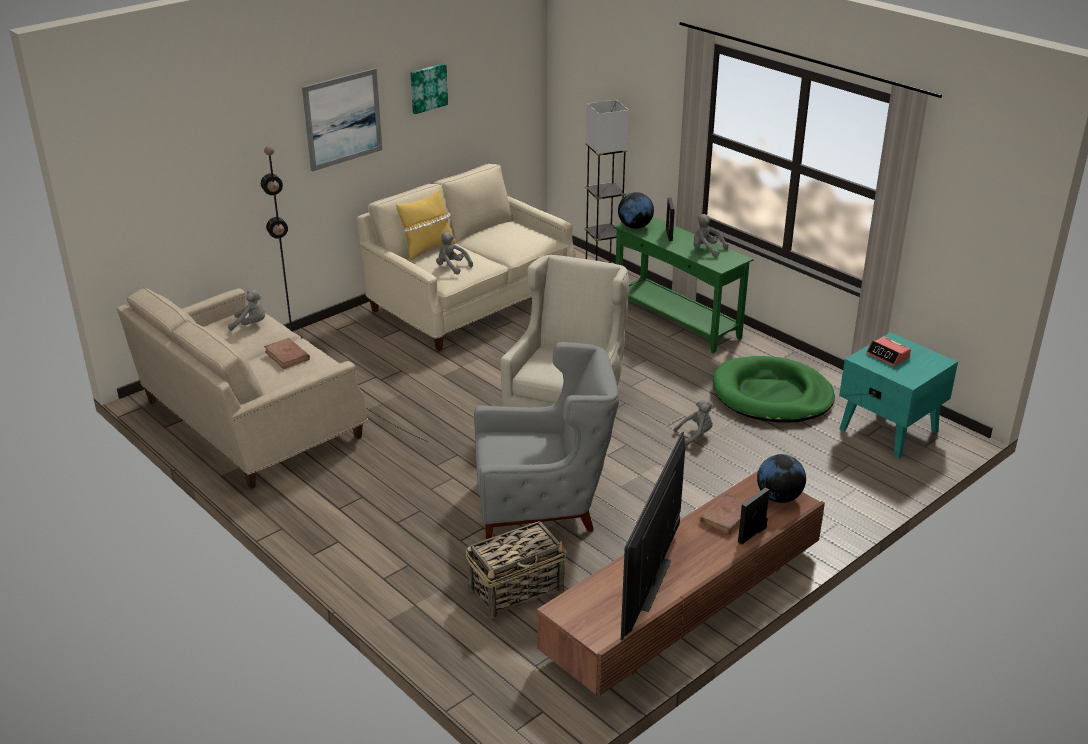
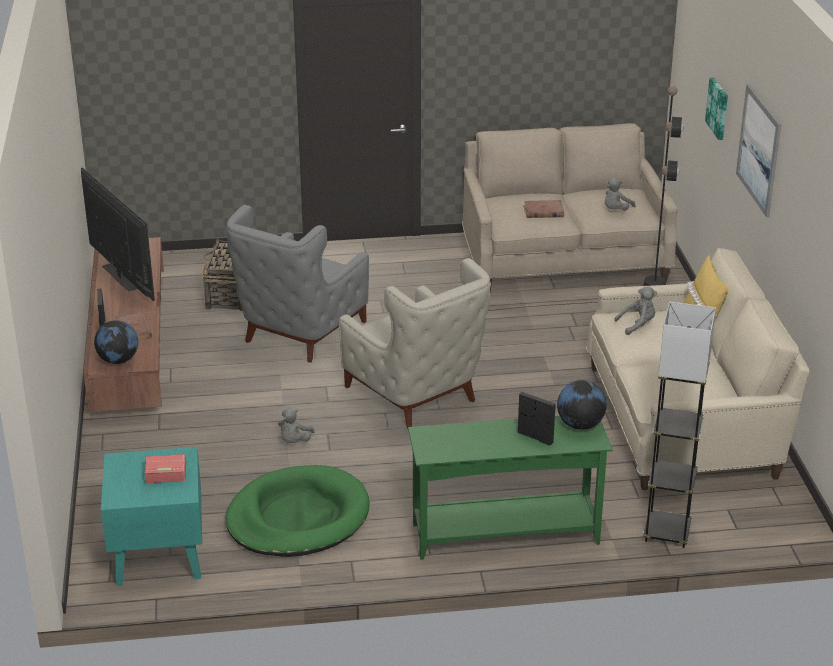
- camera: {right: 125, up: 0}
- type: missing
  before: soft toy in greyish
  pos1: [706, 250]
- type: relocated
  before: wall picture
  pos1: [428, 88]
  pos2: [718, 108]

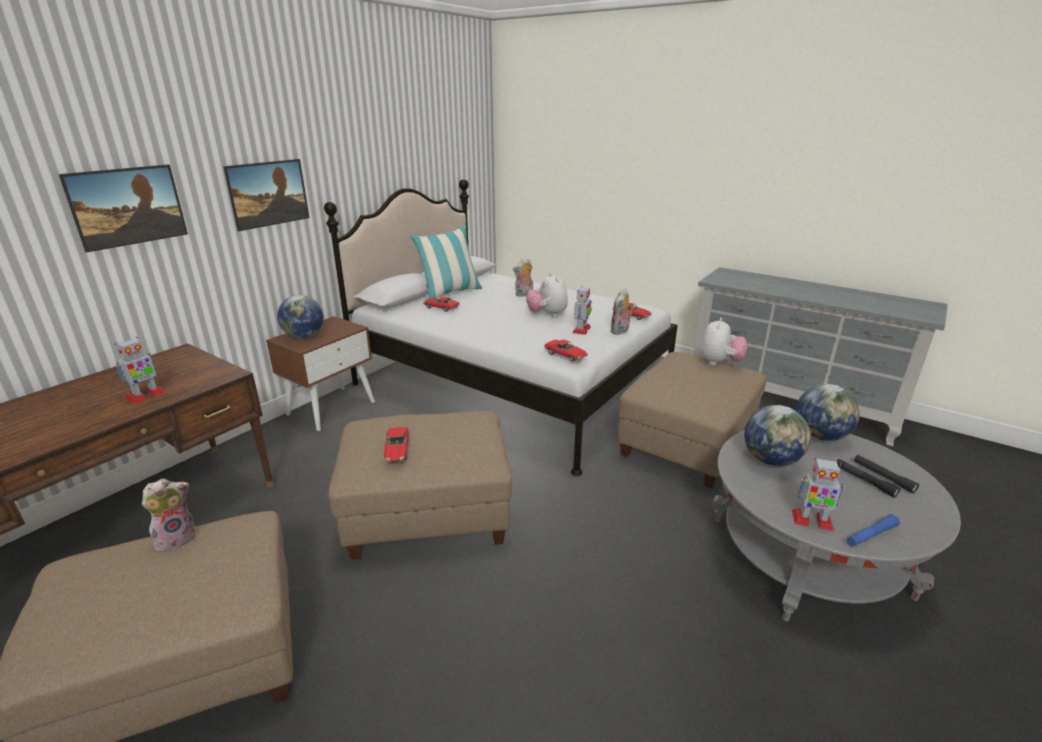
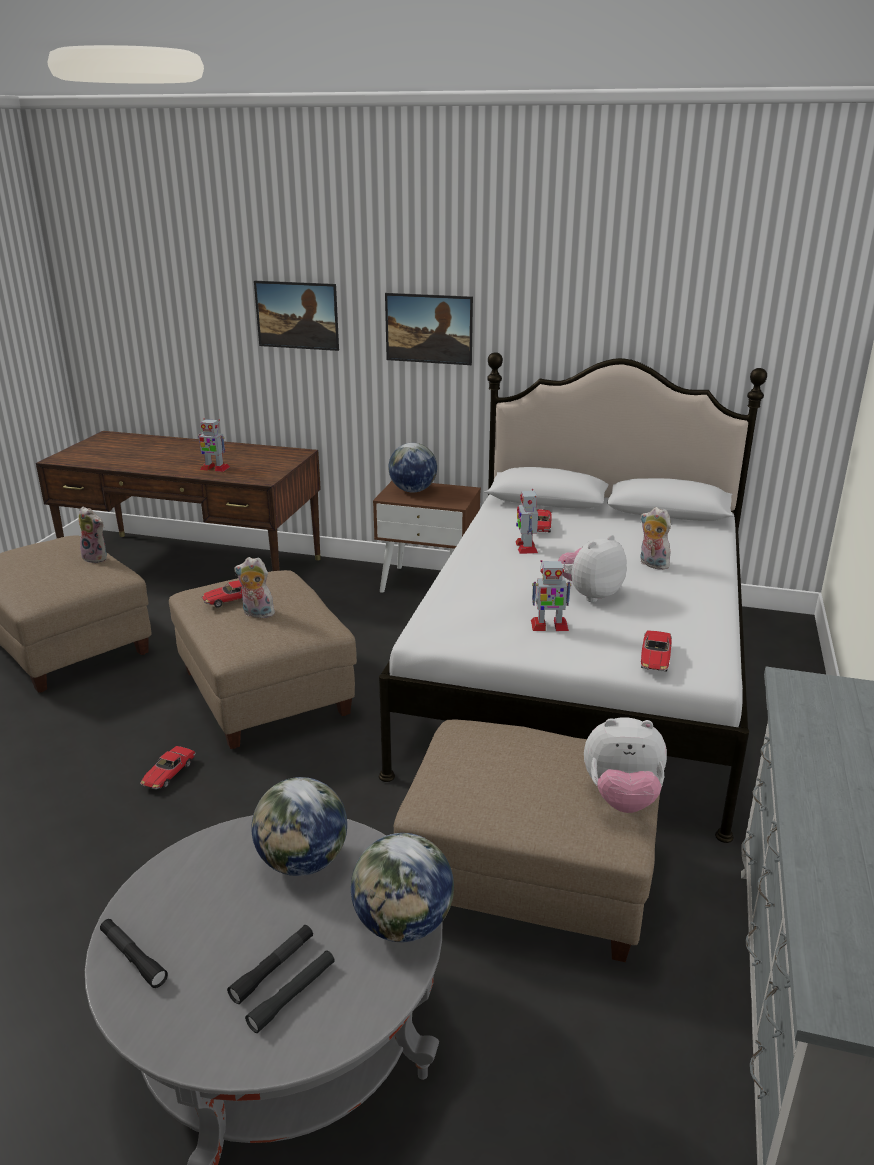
- camera: {right: 70, up: 0}
- type: missing
  before: cushion
  pos1: [450, 293]
- type: relocated
  before: model car
  pos1: [566, 355]
  pos2: [168, 774]
- type: relocated
  before: soft toy
  pos1: [620, 331]
  pos2: [257, 614]
- type: relocated
  before: model robot
  pos1: [811, 520]
  pos2: [526, 547]
- type: colour
  before: hand torch in bluish
  after: hand torch in black
  pos1: [871, 535]
  pos2: [133, 957]

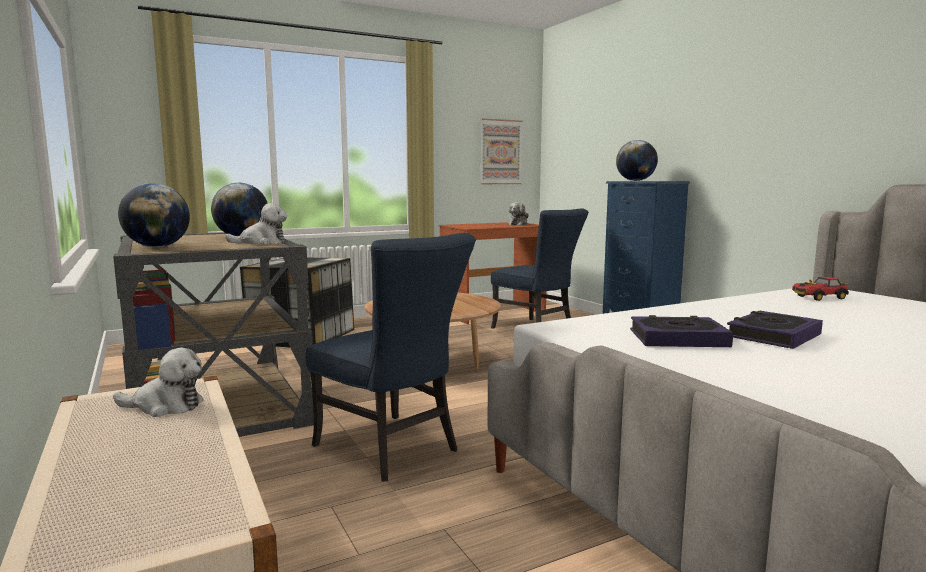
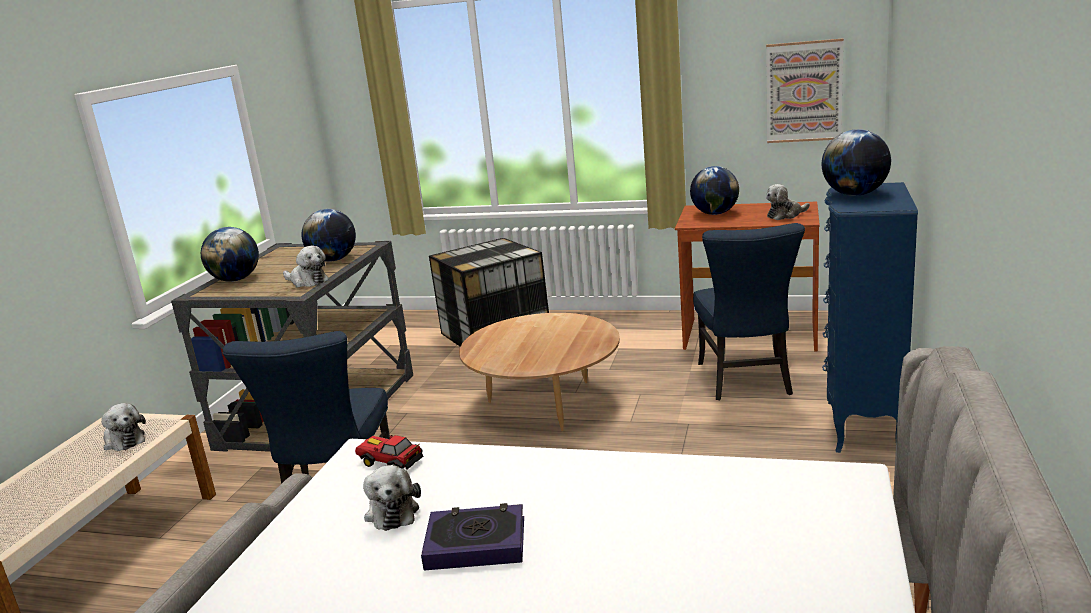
- camera: {right: 45, up: 10}
- type: appeared
  after: globe
  pos2: [715, 213]
- type: relocated
  before: model car
  pos1: [818, 298]
  pos2: [390, 461]
- type: exchanged
  before: book
  after: soft toy
  pos1: [678, 339]
  pos2: [392, 511]

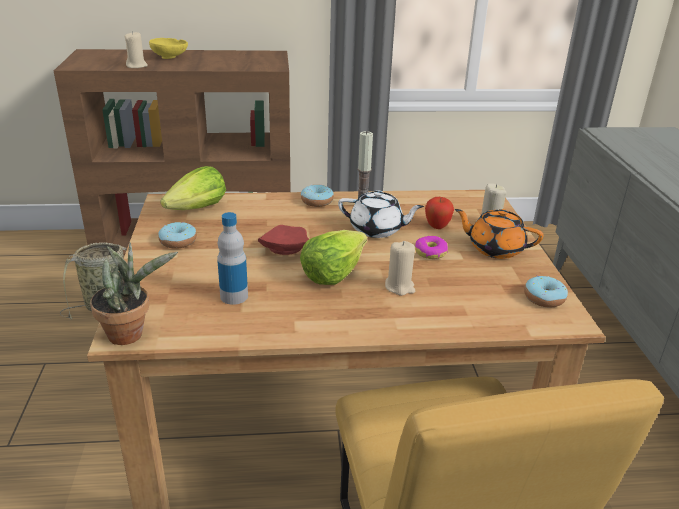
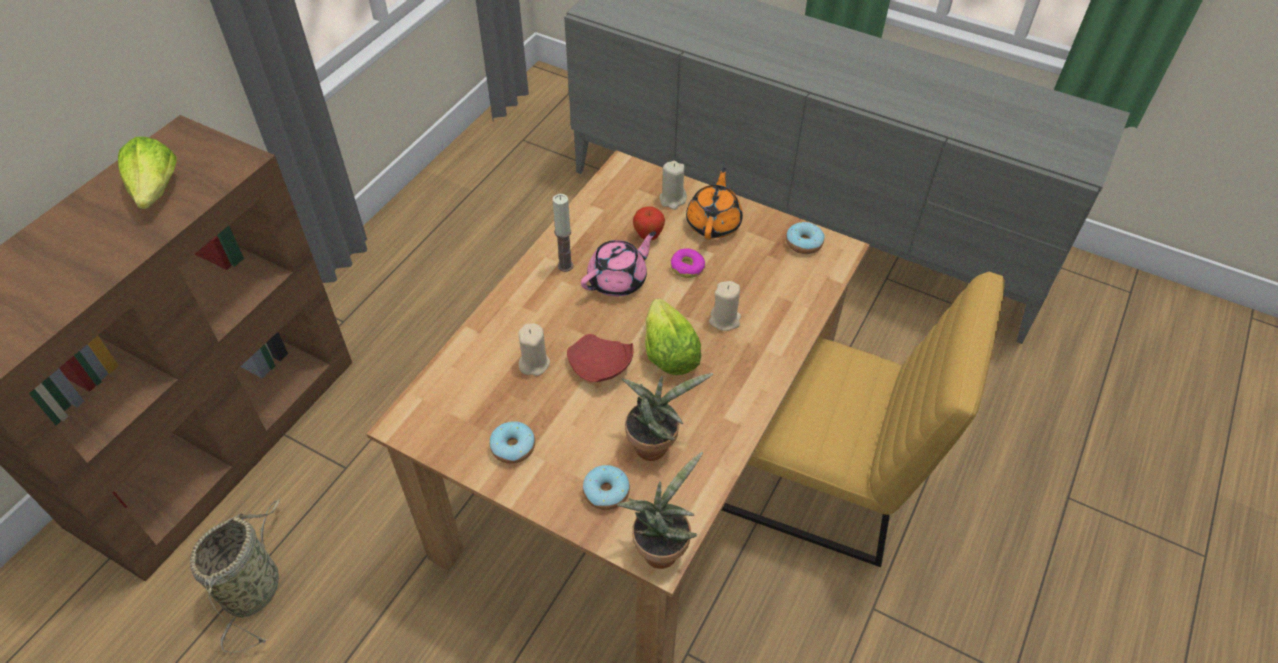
- camera: {right: -55, up: 20}
- type: missing
  before: deep dish in yellow
  pos1: [170, 58]
- type: relocated
  before: wax candle in beige-coloured
  pos1: [137, 66]
  pos2: [534, 363]
- type: relocated
  before: head of lettuce
  pos1: [198, 209]
  pos2: [156, 190]
- type: relocated
  before: doughnut
  pos1: [317, 201]
  pos2: [606, 492]
- type: exchanged
  before: beverage bottle
  after: plant in a pot
  pos1: [234, 296]
  pos2: [654, 444]
- type: colour
  before: tea pot in white
  after: tea pot in pink
  pos1: [377, 229]
  pos2: [618, 280]
- type: spun
  before: tea pot in orangey
  pos1: [494, 248]
  pos2: [714, 223]
  turn: 135

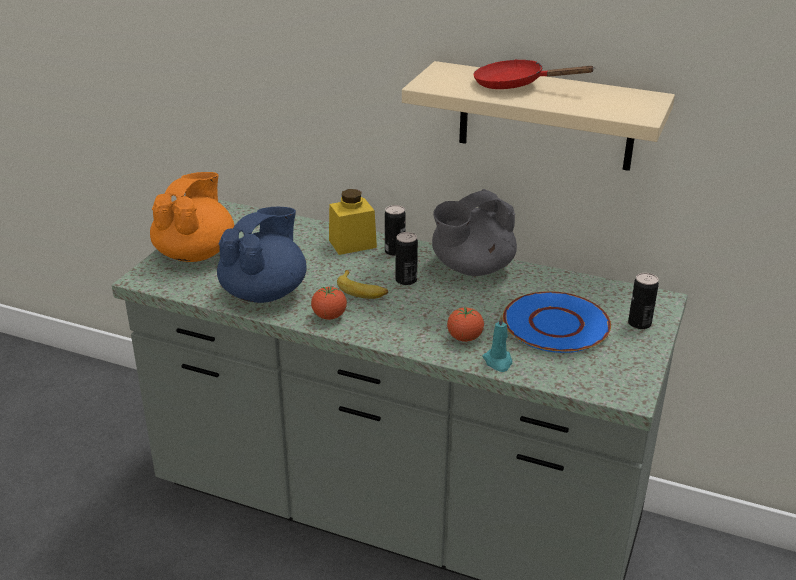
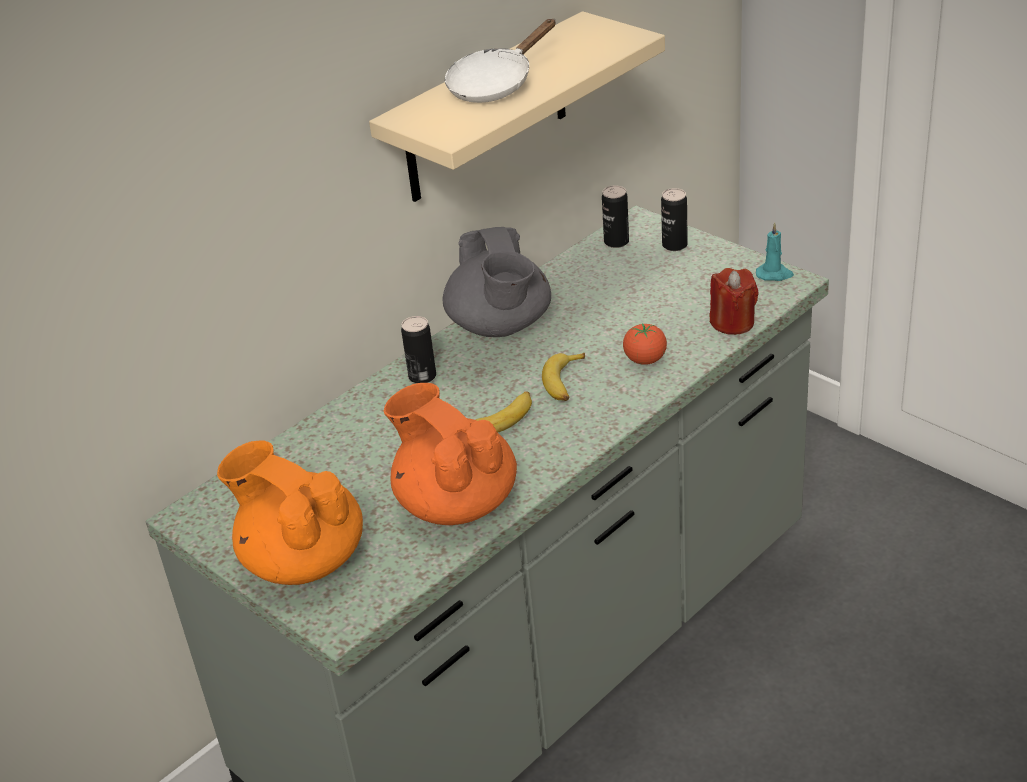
- camera: {right: -65, up: 5}
- type: missing
  before: whole tomato
  pos1: [329, 316]
- type: missing
  before: preserve jar in yellow
  pos1: [352, 244]
- type: missing
  before: dinner plate in bluish
  pos1: [556, 324]
- type: appeared
  after: banana fruit
  pos2: [565, 383]
- type: appeared
  after: wax candle in red-coloured
  pos2: [732, 322]
- type: relocated
  before: can
  pos1: [406, 280]
  pos2: [616, 242]
- type: relocated
  before: wax candle in blue-green
  pos1: [498, 362]
  pos2: [774, 274]
- type: colour
  before: tea pot in bluish
  after: tea pot in orangey
  pos1: [265, 292]
  pos2: [456, 502]
- type: colour
  before: pan in red-coloured
  after: pan in white
  pos1: [515, 85]
  pos2: [495, 84]

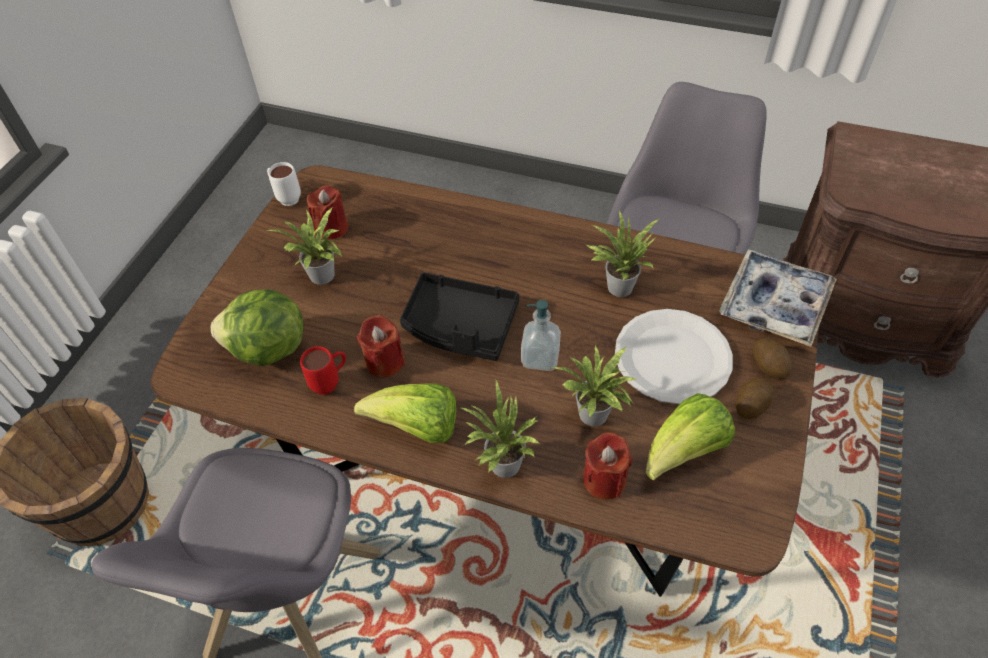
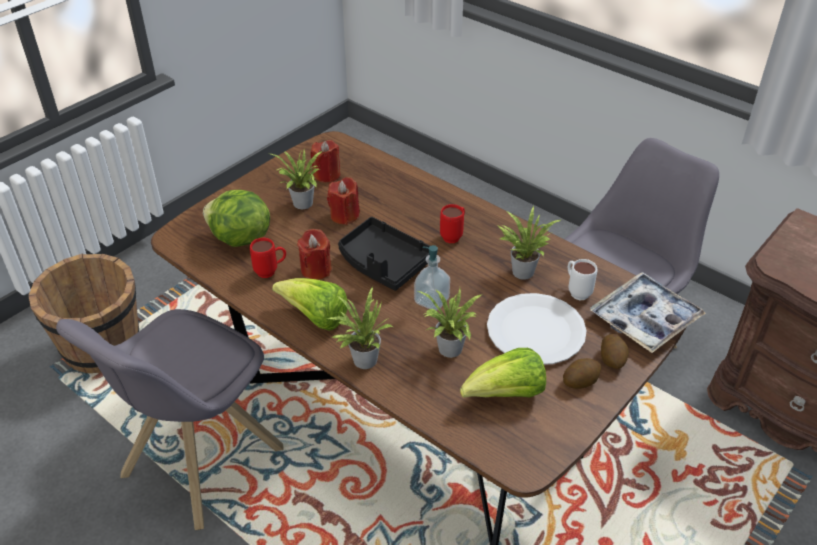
- camera: {right: 20, up: -10}
- type: appeared
  after: coffee mug in red-coloured
  pos2: [454, 236]
- type: relocated
  before: coffee mug in white
  pos1: [286, 197]
  pos2: [576, 291]
- type: relocated
  before: wax candle in red-coloured
  pos1: [604, 479]
  pos2: [344, 215]

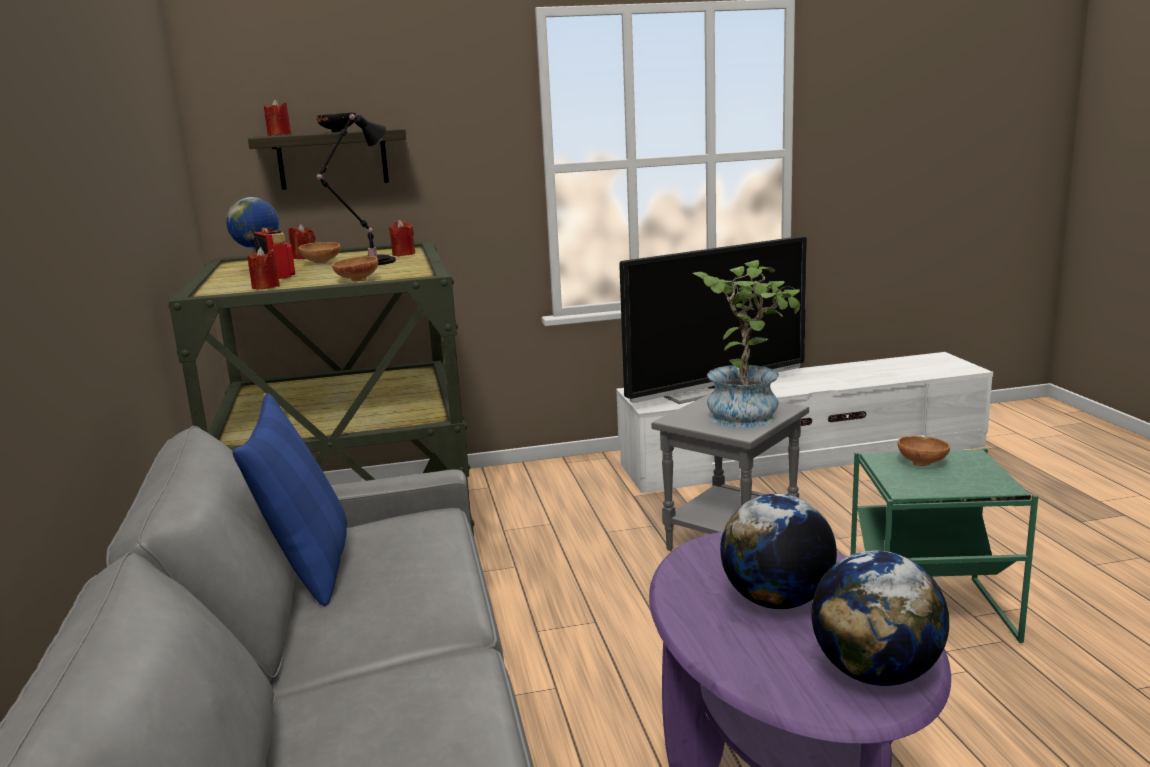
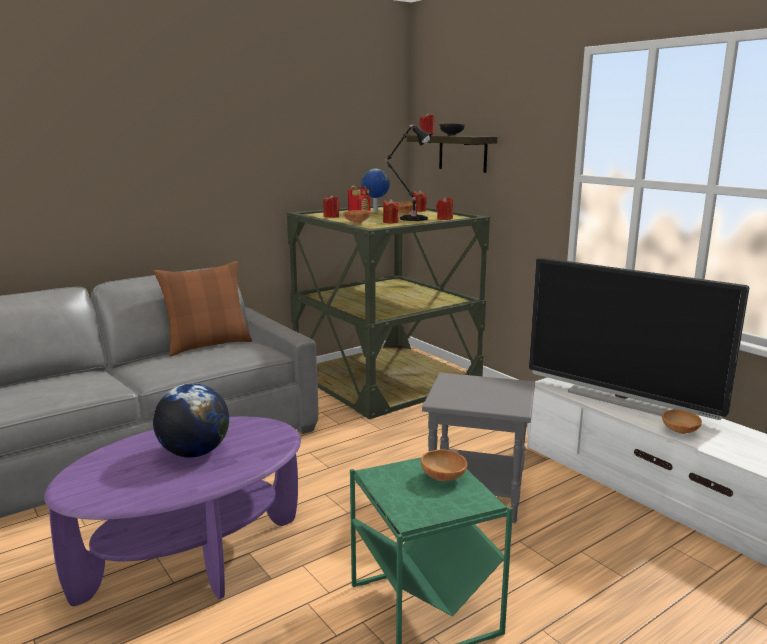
- camera: {right: 65, up: 0}
- type: missing
  before: plant in a pot
  pos1: [748, 414]
- type: missing
  before: globe
  pos1: [876, 673]
- type: appeared
  after: wax candle in red-coloured
  pos2: [390, 222]
- type: appeared
  after: deep dish in brown
  pos2: [679, 432]
- type: colour
  before: cushion in bluish
  after: cushion in brown
  pos1: [309, 567]
  pos2: [208, 345]

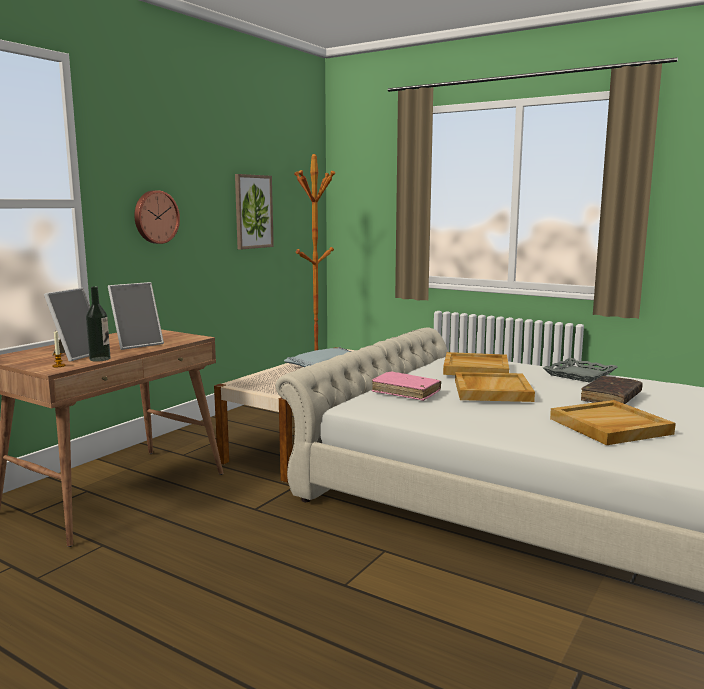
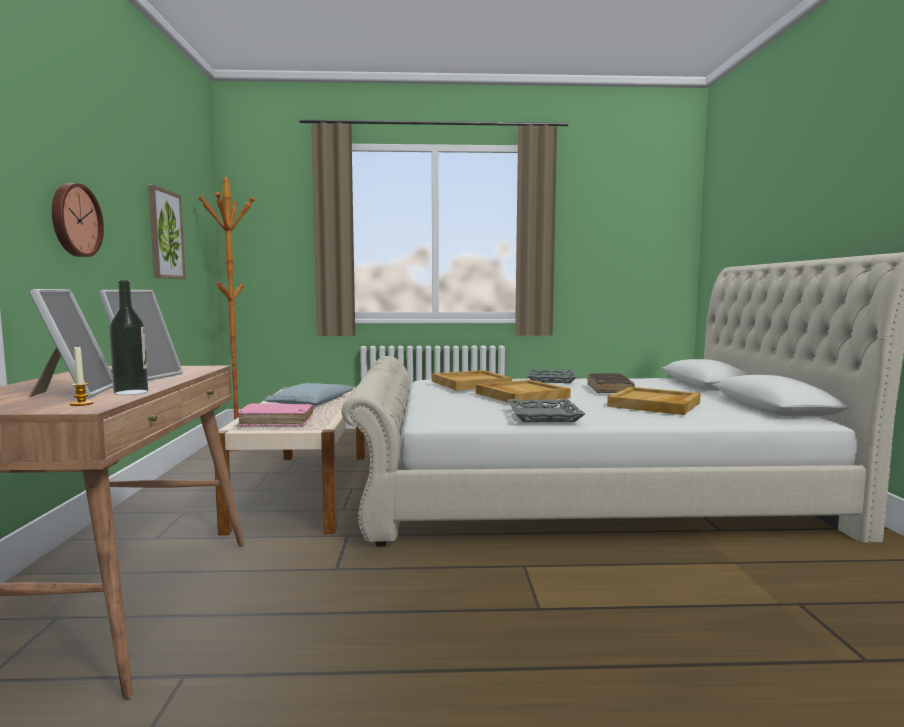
- camera: {right: -35, up: -5}
- type: appeared
  after: serving tray in greyish
  pos2: [544, 416]
- type: relocated
  before: book in pink
  pos1: [406, 392]
  pos2: [276, 422]

